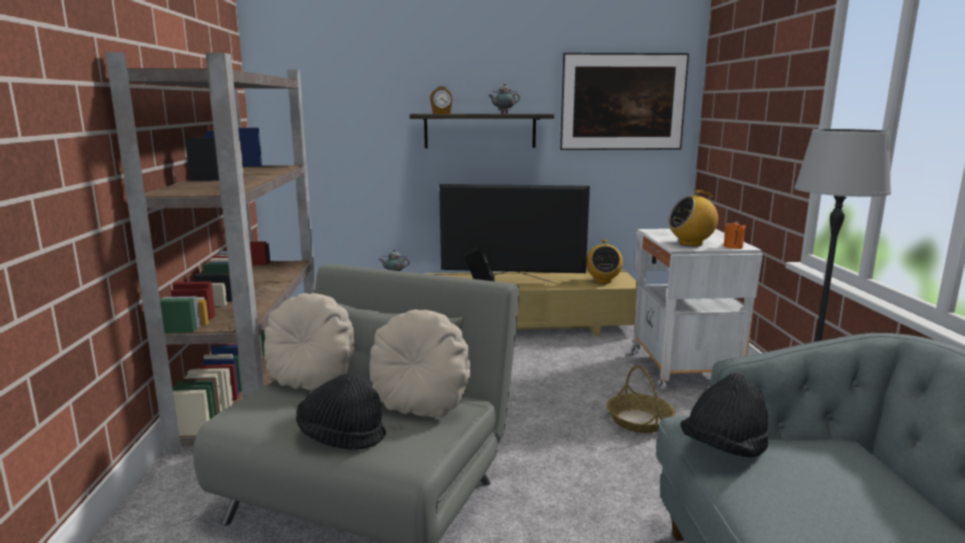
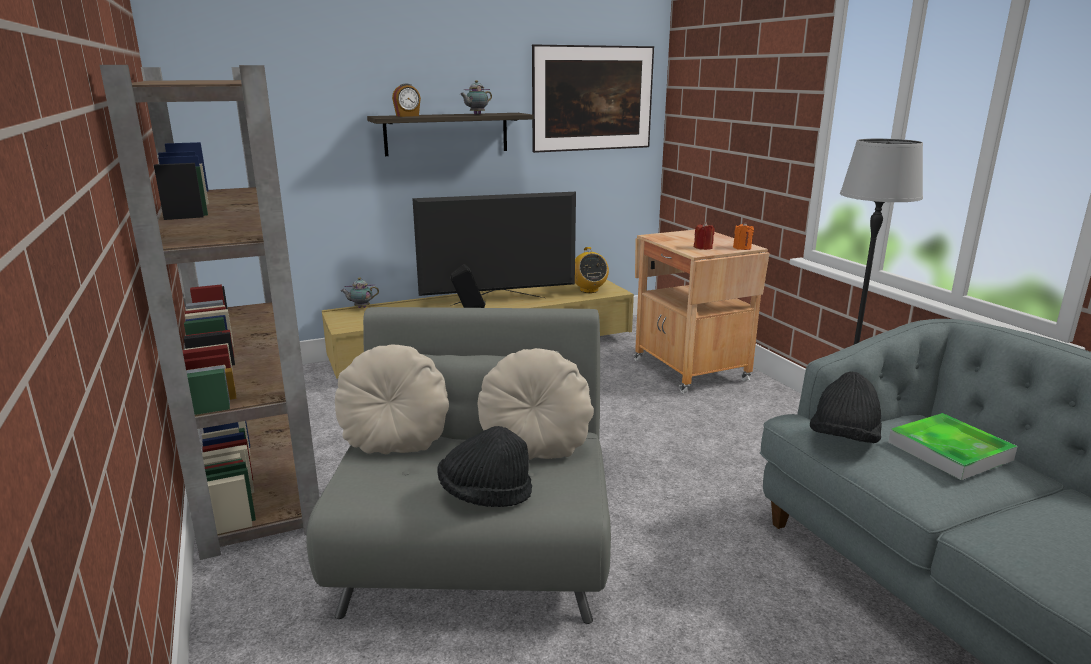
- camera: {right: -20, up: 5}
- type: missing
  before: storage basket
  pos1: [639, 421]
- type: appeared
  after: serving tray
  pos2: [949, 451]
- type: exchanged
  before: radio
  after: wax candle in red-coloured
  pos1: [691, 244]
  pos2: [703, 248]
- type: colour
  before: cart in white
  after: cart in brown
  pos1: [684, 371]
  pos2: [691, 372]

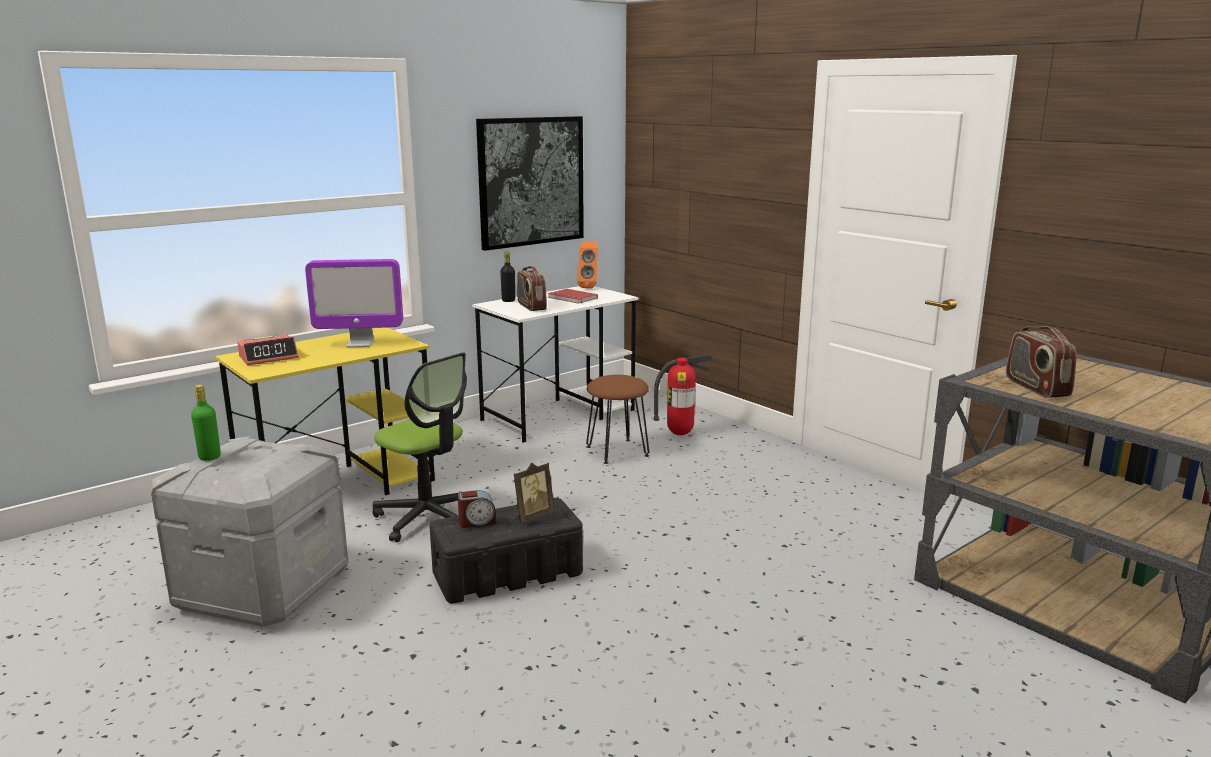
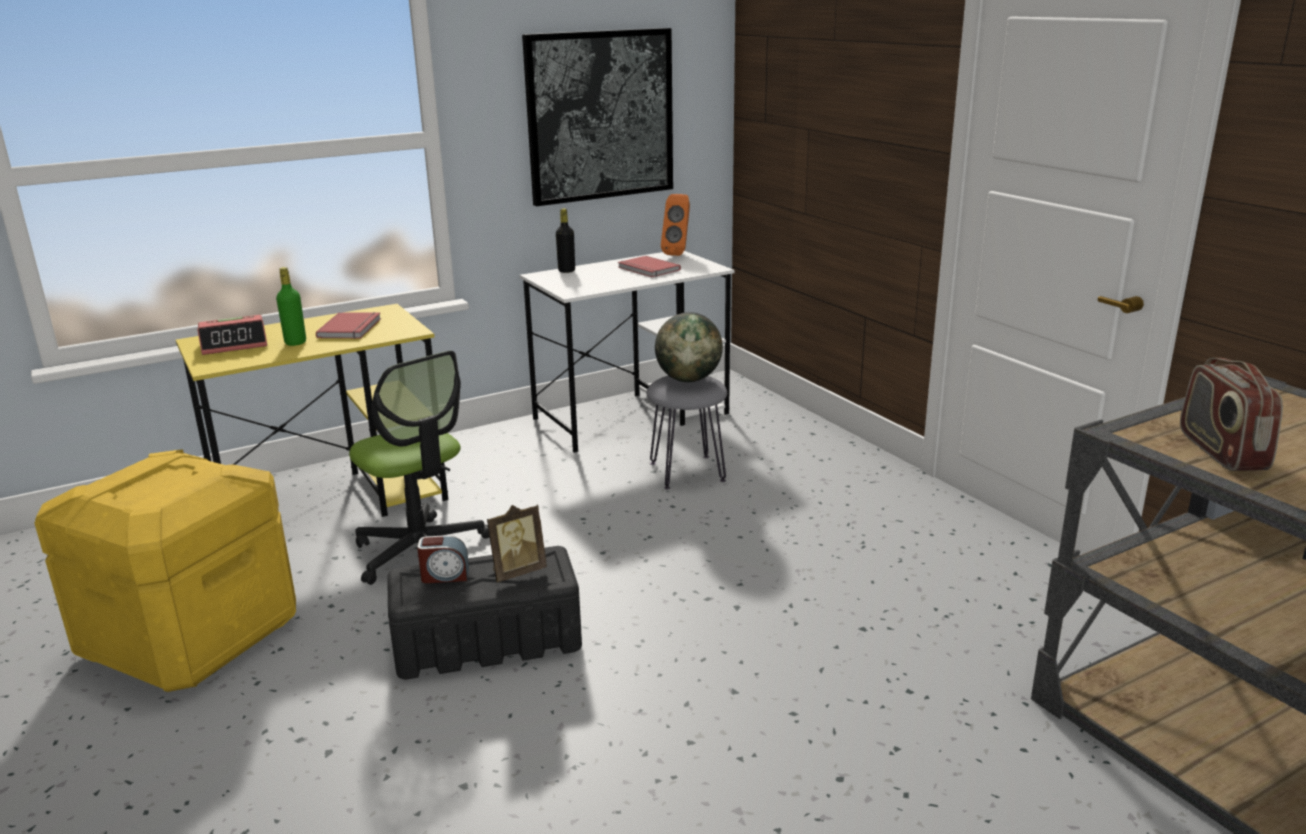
- camera: {right: 10, up: 5}
- type: missing
  before: radio
  pos1: [531, 306]
- type: missing
  before: fire extinguisher
  pos1: [680, 434]
- type: appeared
  after: globe
  pos2: [688, 379]
- type: relocated
  before: beverage bottle in green
  pos1: [209, 457]
  pos2: [295, 342]
- type: exchanged
  before: computer display
  after: book in red-coloured
  pos1: [360, 343]
  pos2: [352, 328]
- type: colour
  before: storage container in greyish
  after: storage container in yellow
  pos1: [263, 588]
  pos2: [191, 637]
- type: colour
  before: sitting stool in brown
  after: sitting stool in greyish
  pos1: [617, 451]
  pos2: [687, 472]

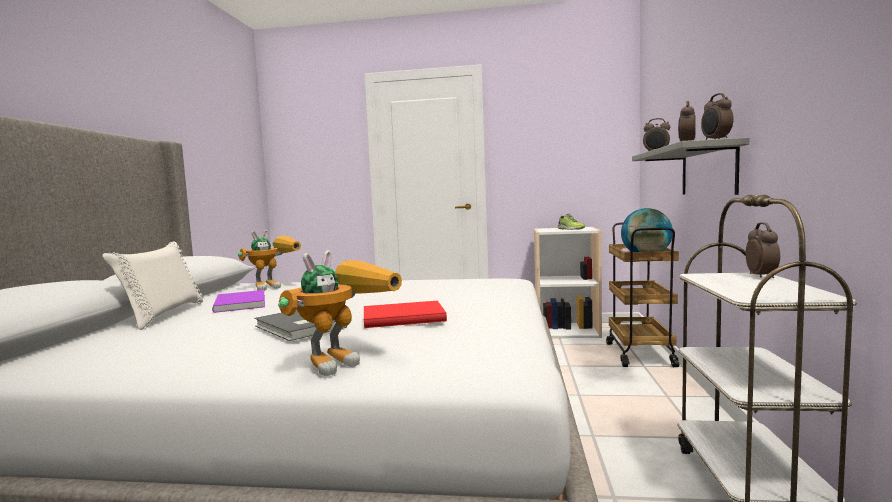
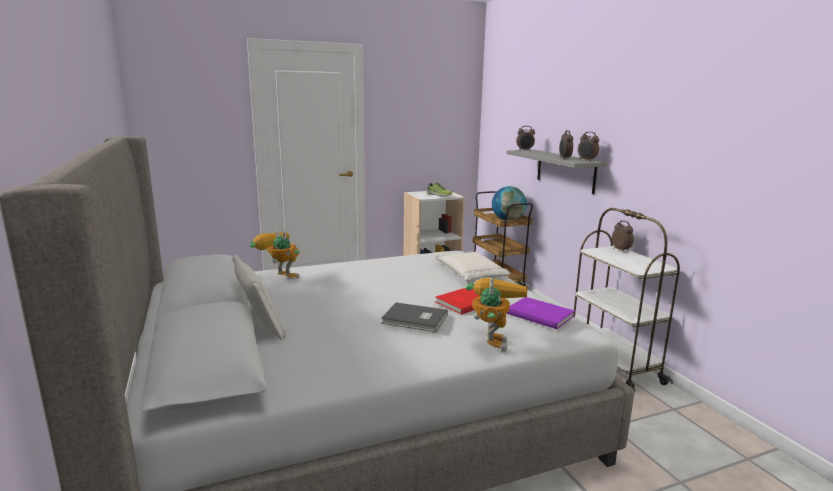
- camera: {right: -30, up: 10}
- type: appeared
  after: cushion in white
  pos2: [470, 271]
- type: relocated
  before: book in purple
  pos1: [242, 303]
  pos2: [539, 314]
- type: spun
  before: model robot
  pos1: [275, 286]
  pos2: [279, 277]
  turn: -75

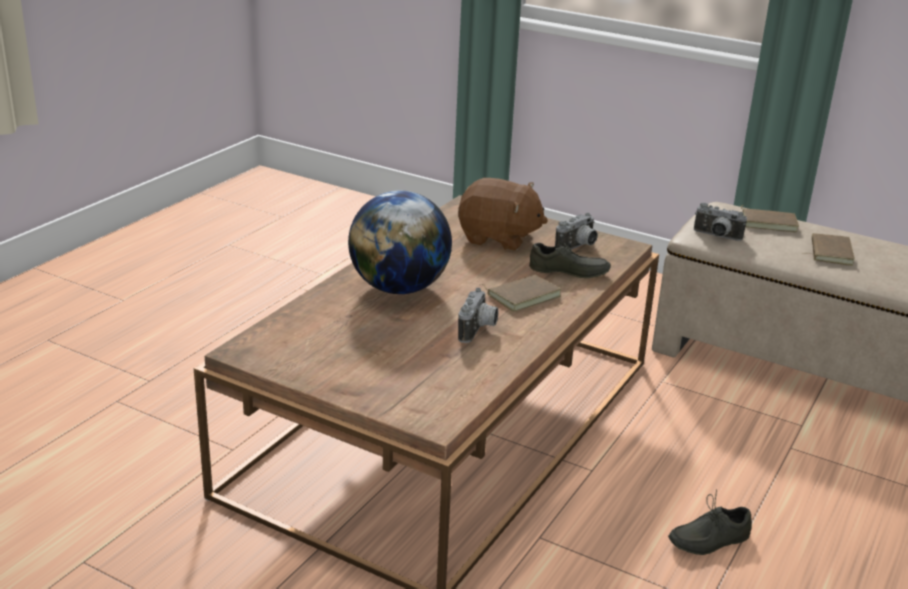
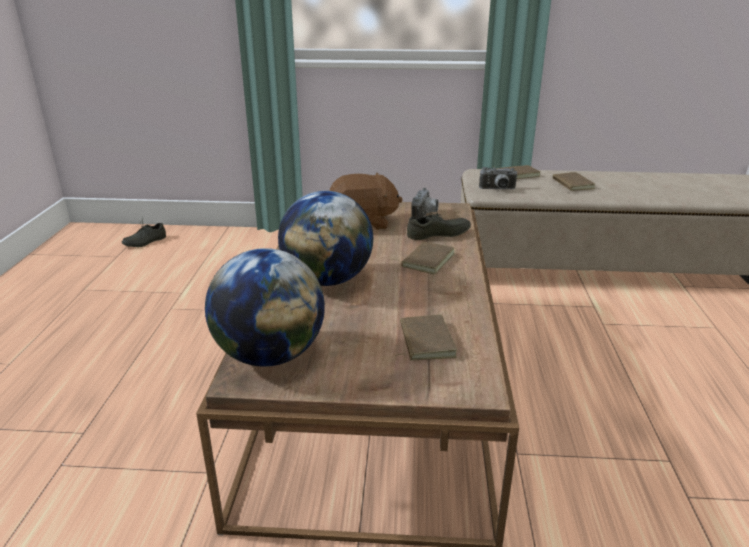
- camera: {right: -25, up: 0}
- type: missing
  before: photo camera
  pos1: [478, 330]
- type: appeared
  after: globe
  pos2: [269, 355]
- type: appeared
  after: book in brown
  pos2: [424, 341]
- type: relocated
  before: shoe in greyish
  pos1: [707, 538]
  pos2: [144, 241]

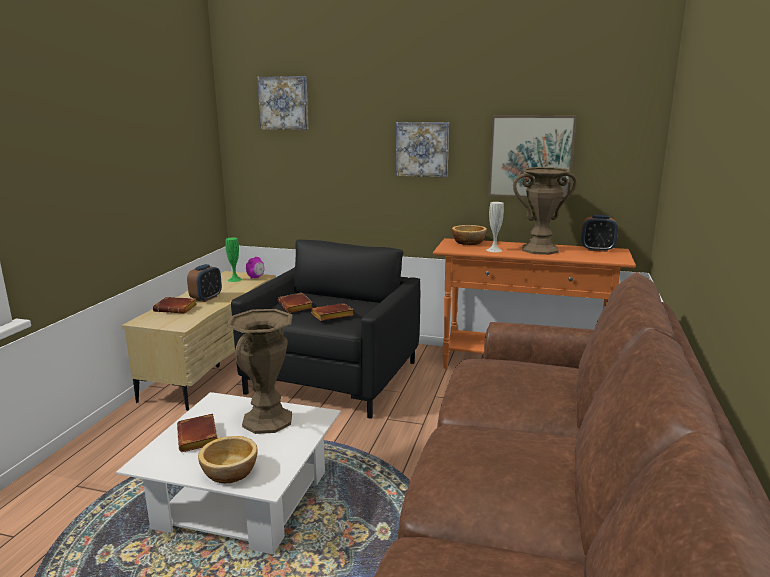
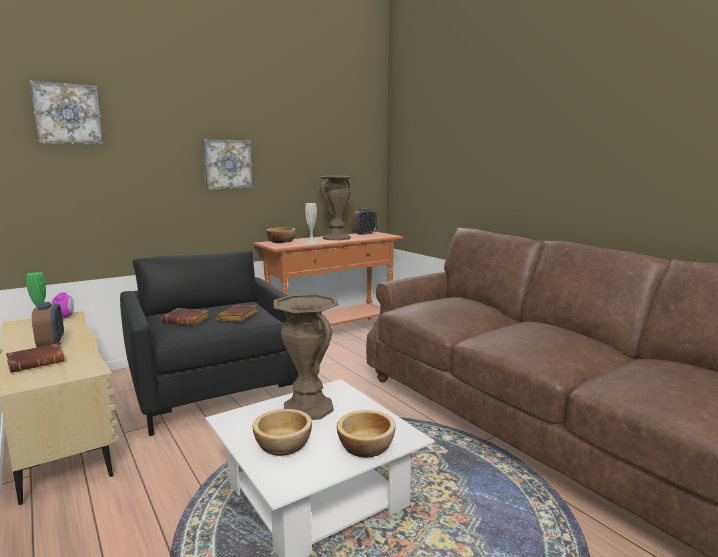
- camera: {right: -50, up: -5}
- type: missing
  before: wall picture
  pos1: [531, 156]
- type: exchanged
  before: book in brown
  after: deep dish
  pos1: [199, 438]
  pos2: [284, 445]

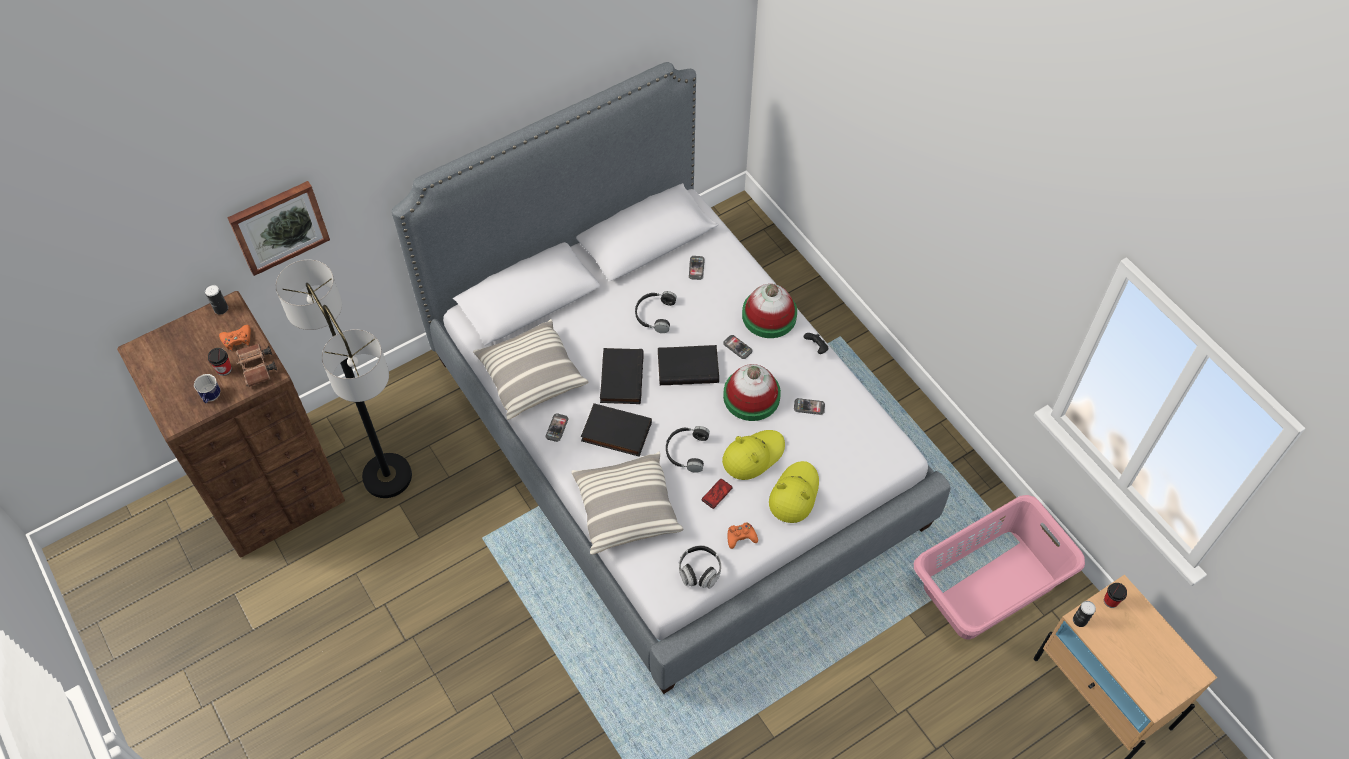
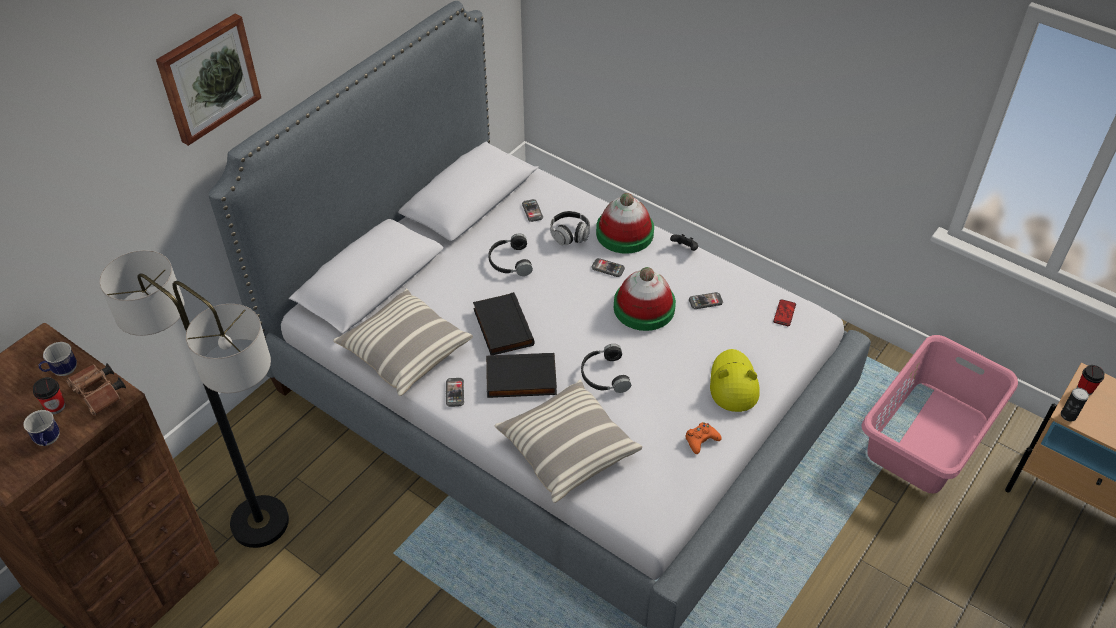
- camera: {right: -20, up: -10}
- type: missing
  before: can
  pos1: [221, 309]
- type: missing
  before: book in black
  pos1: [688, 366]
- type: missing
  before: wearable hat in yellow
  pos1: [753, 455]
- type: relocated
  before: wall picture
  pos1: [278, 226]
  pos2: [208, 78]
- type: relocated
  before: pair of headphones
  pos1: [699, 571]
  pos2: [570, 234]
- type: relocated
  before: phone
  pos1: [717, 494]
  pos2: [784, 313]
- type: exchanged
  before: gamepad in orangey
  after: coffee mug
  pos1: [237, 340]
  pos2: [62, 371]

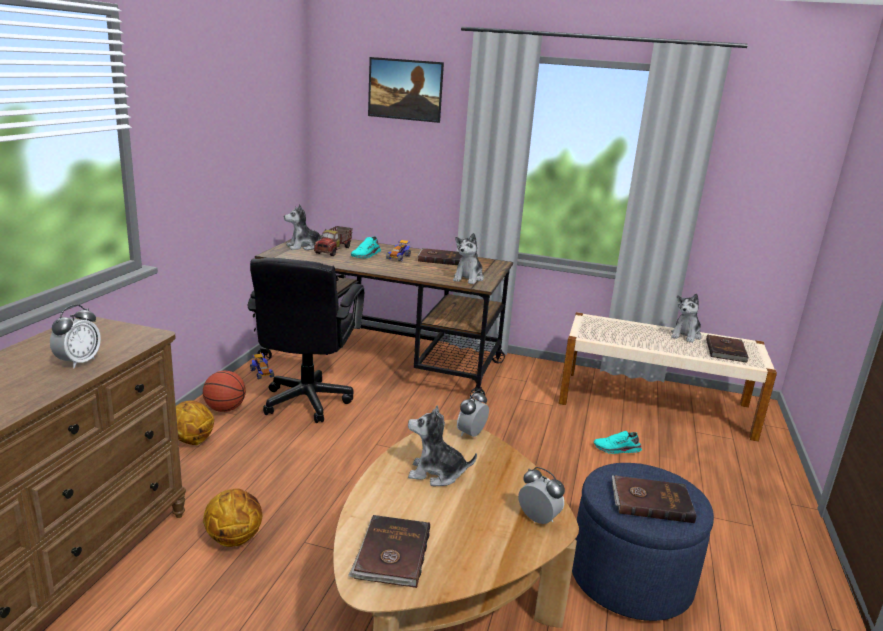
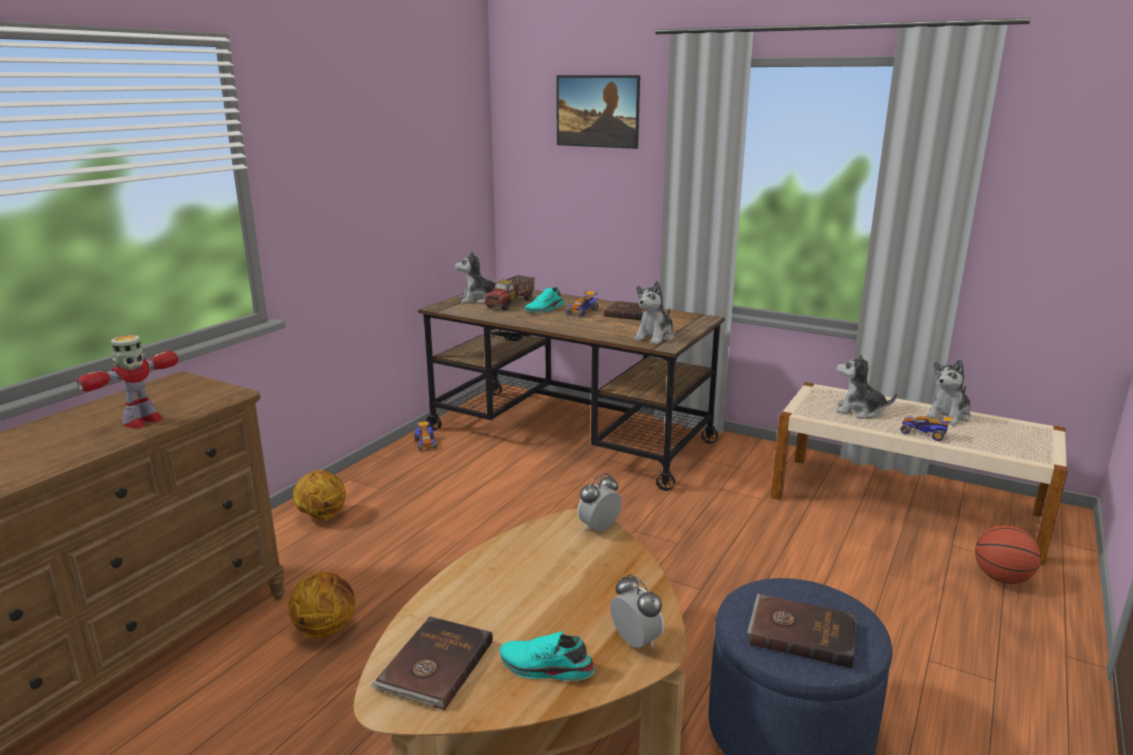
- camera: {right: 15, up: 0}
- type: missing
  before: desk chair in black
  pos1: [306, 405]
- type: missing
  before: book in brown
  pos1: [726, 350]
- type: appeared
  after: model car
  pos2: [924, 434]
- type: relocated
  before: ball for basketball
  pos1: [225, 409]
  pos2: [1001, 578]
- type: relocated
  before: soft toy
  pos1: [436, 473]
  pos2: [859, 411]
- type: relocated
  before: shoe in blue-green
  pos1: [617, 450]
  pos2: [545, 669]
- type: exchanged
  before: alarm clock
  after: model robot
  pos1: [78, 362]
  pos2: [142, 421]

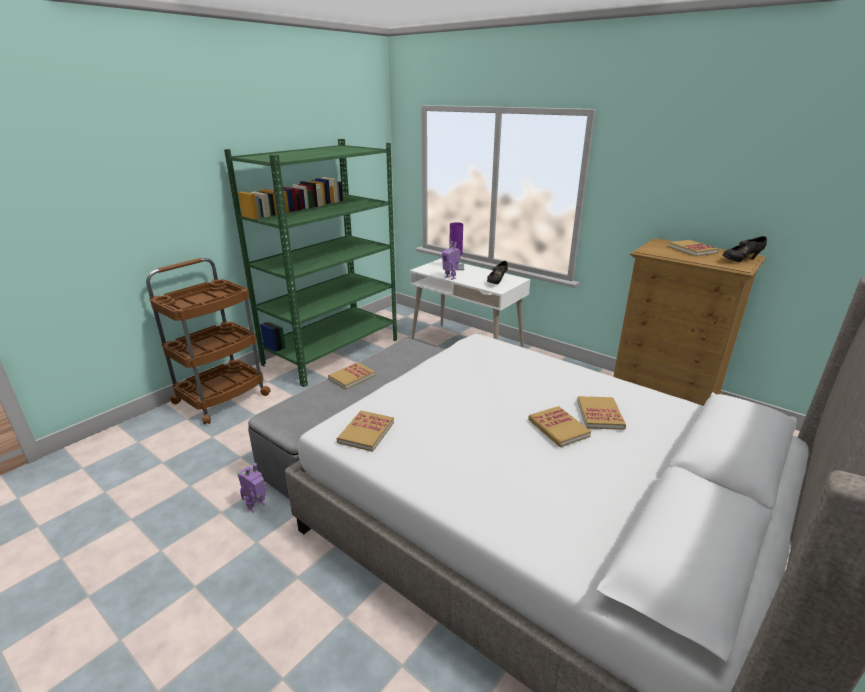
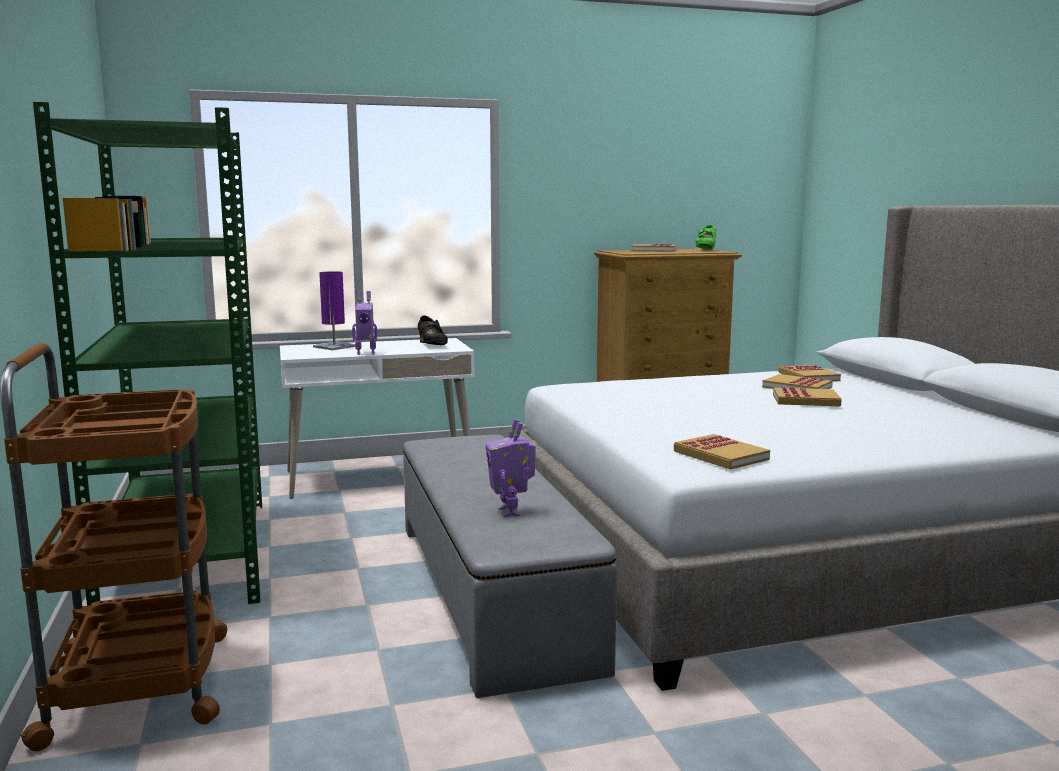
- camera: {right: -55, up: -15}
- type: relocated
  before: model robot
  pos1: [257, 506]
  pos2: [510, 511]
- type: relocated
  before: book
  pos1: [352, 377]
  pos2: [808, 376]
- type: colour
  before: shoe in black
  after: shoe in green
  pos1: [740, 260]
  pos2: [706, 250]

